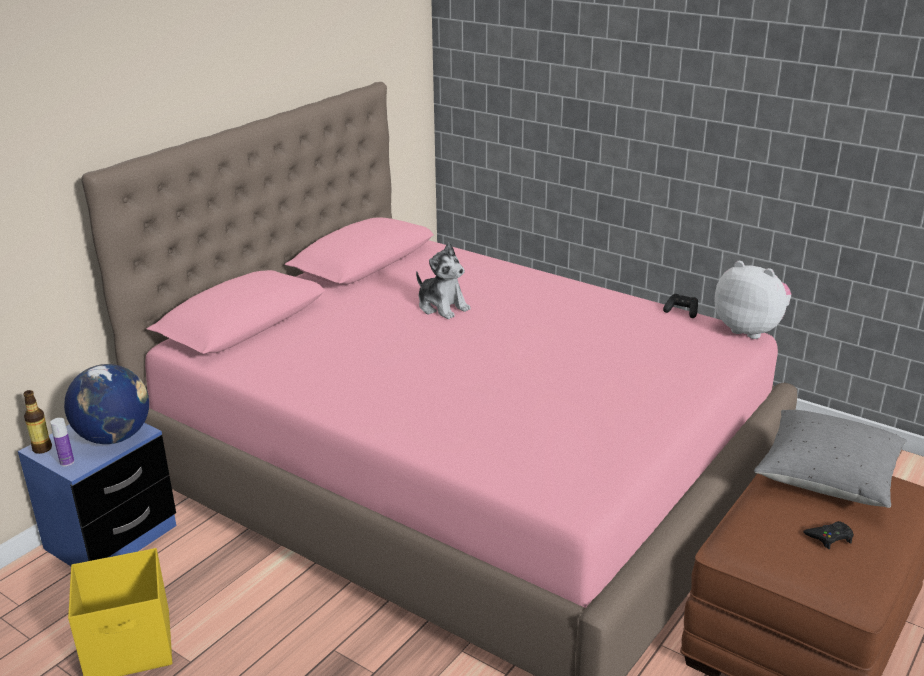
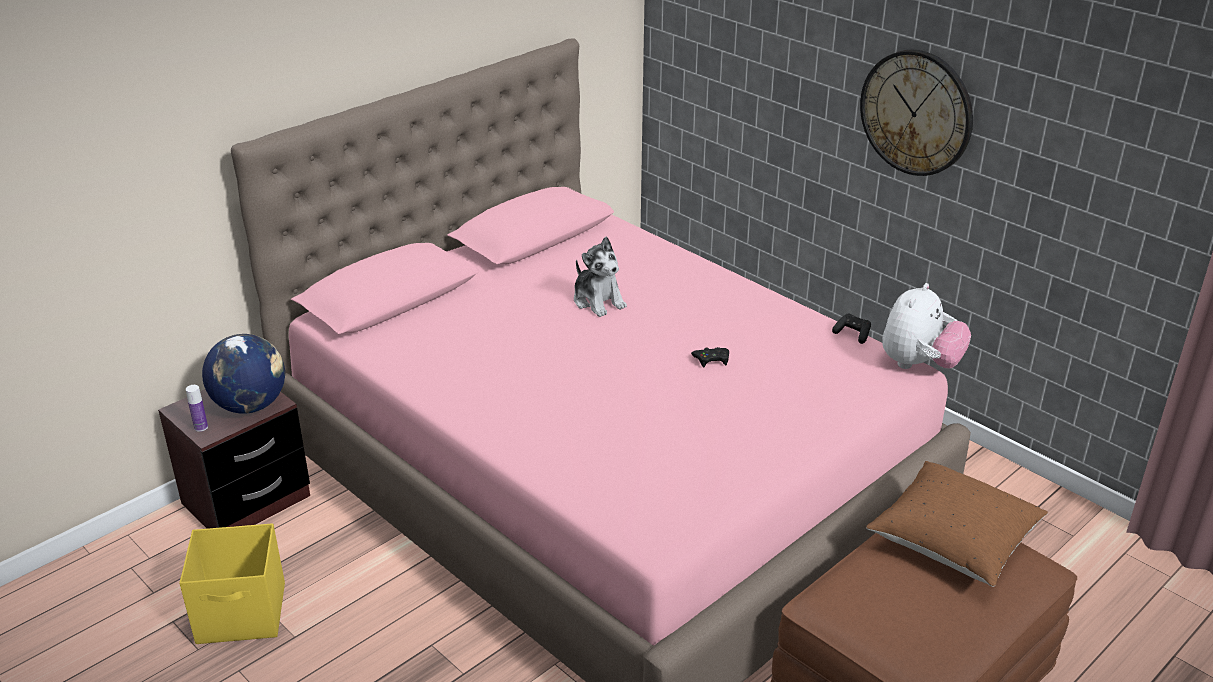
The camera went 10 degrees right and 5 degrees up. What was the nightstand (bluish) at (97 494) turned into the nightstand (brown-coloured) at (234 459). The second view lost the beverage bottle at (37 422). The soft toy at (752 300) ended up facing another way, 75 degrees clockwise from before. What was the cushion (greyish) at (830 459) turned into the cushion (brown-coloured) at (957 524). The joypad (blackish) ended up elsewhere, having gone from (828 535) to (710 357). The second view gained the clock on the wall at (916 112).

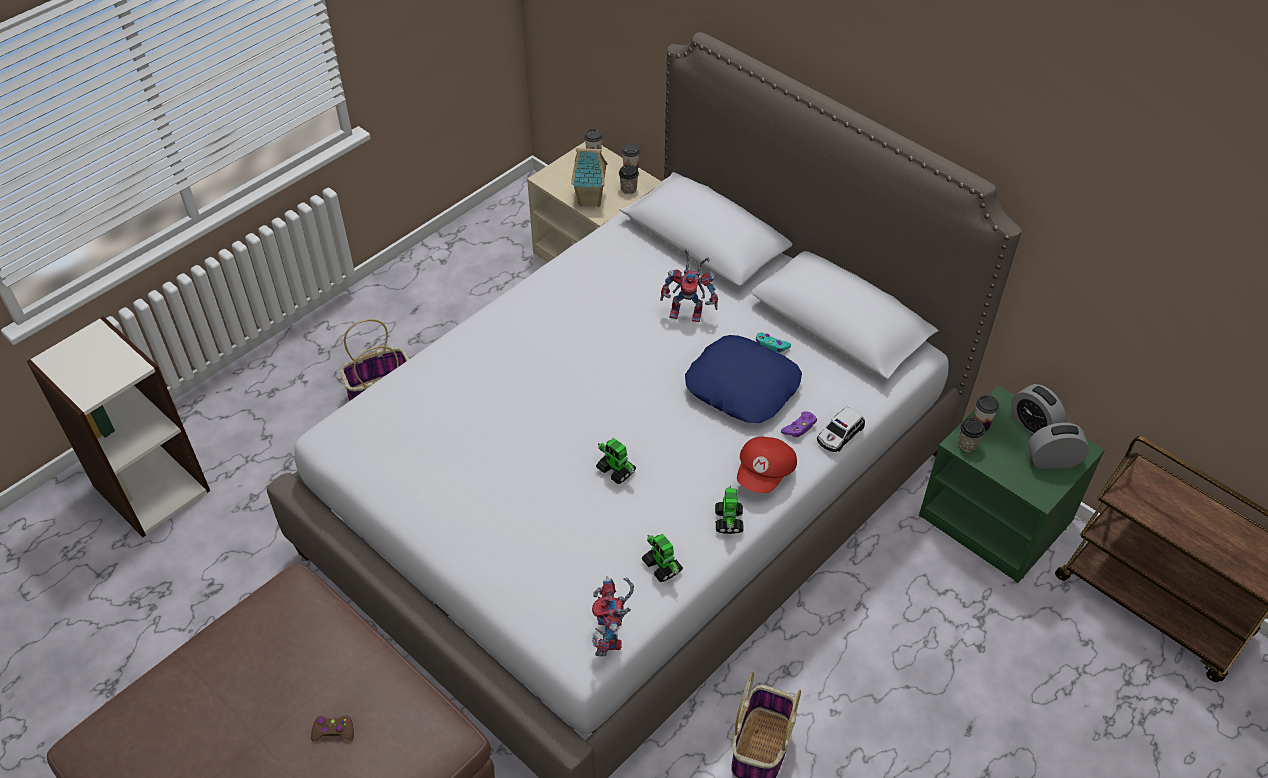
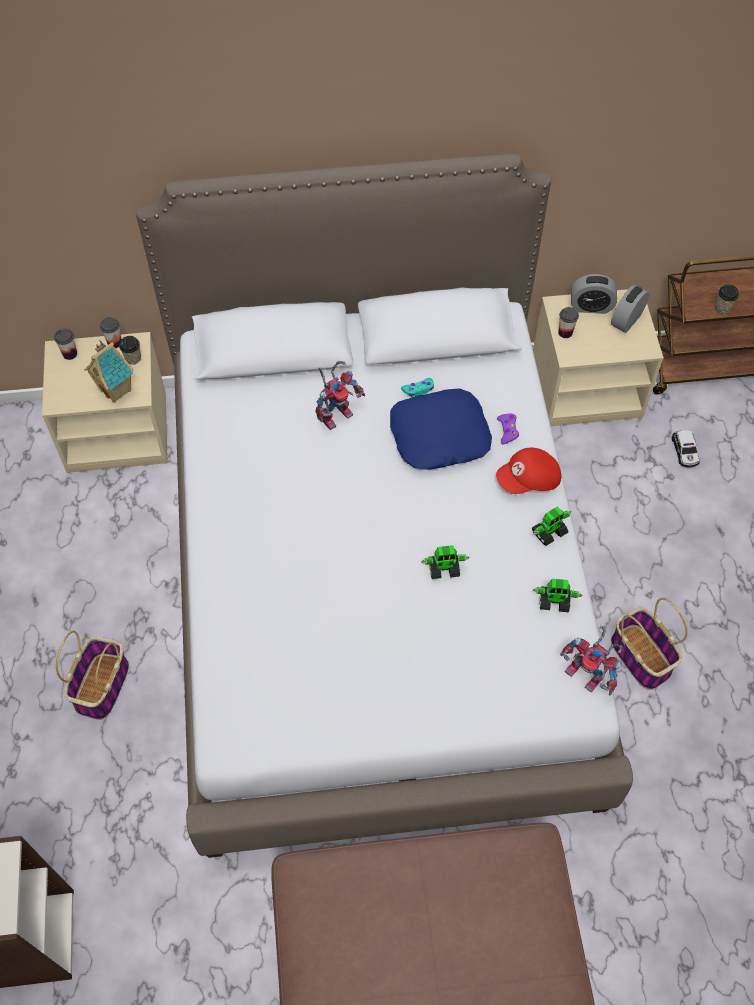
The camera went 50 degrees left and 10 degrees up. The second view lost the joypad (brown-coloured) at (332 729). The robot figure at (729 510) ended up facing another way, 105 degrees clockwise from before. The cap (reddish) at (767 465) ended up facing another way, 90 degrees clockwise from before. The miniature car ended up elsewhere, having gone from (841 429) to (686 448). What was the nightstand (green) at (1012 484) turned into the nightstand (beige) at (598 357). The cup ended up elsewhere, having gone from (971 435) to (727 299).

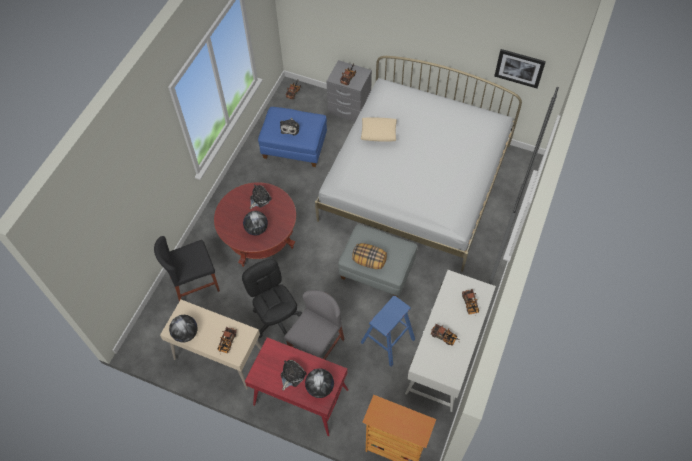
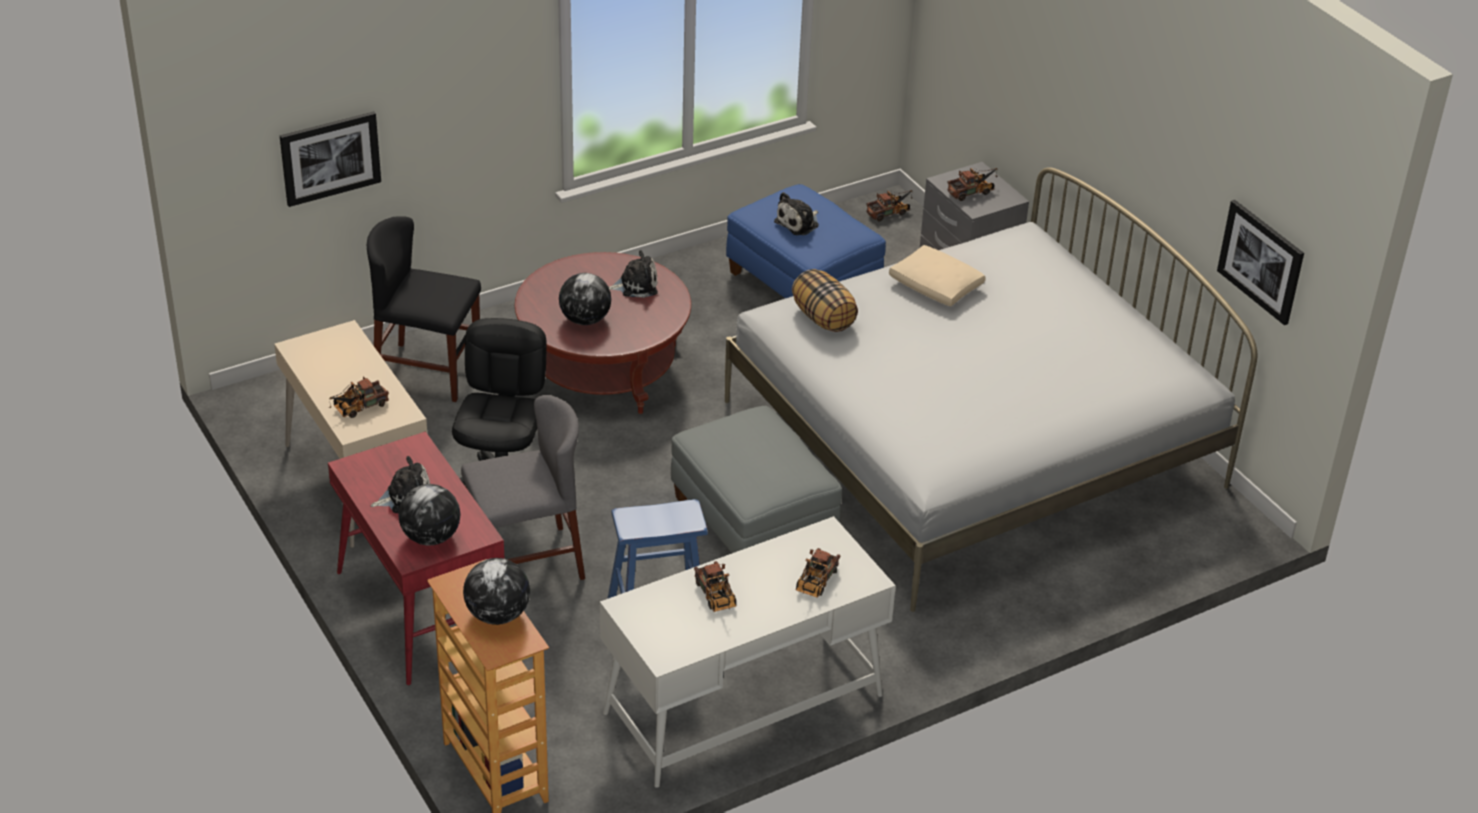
The camera went 35 degrees right and 20 degrees down. The desk globe ended up elsewhere, having gone from (183 329) to (496 591). The cushion ended up elsewhere, having gone from (369 256) to (825 300). The second view gained the wall art at (330 159).

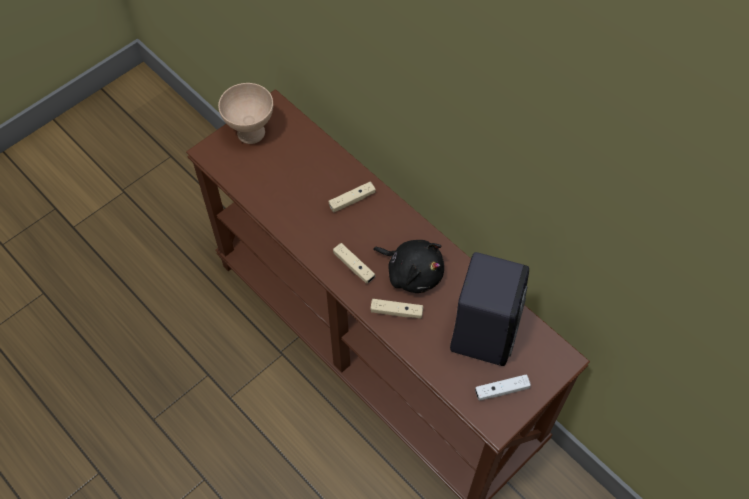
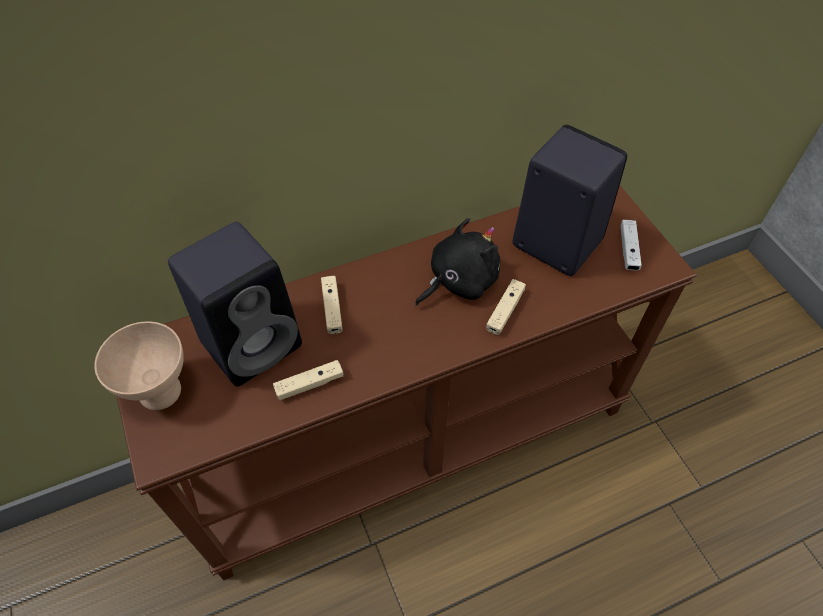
The camera went 70 degrees left and 5 degrees down. The joypad (beige) ended up elsewhere, having gone from (354 263) to (308 380). The second view gained the speaker (blackish) at (235 304).

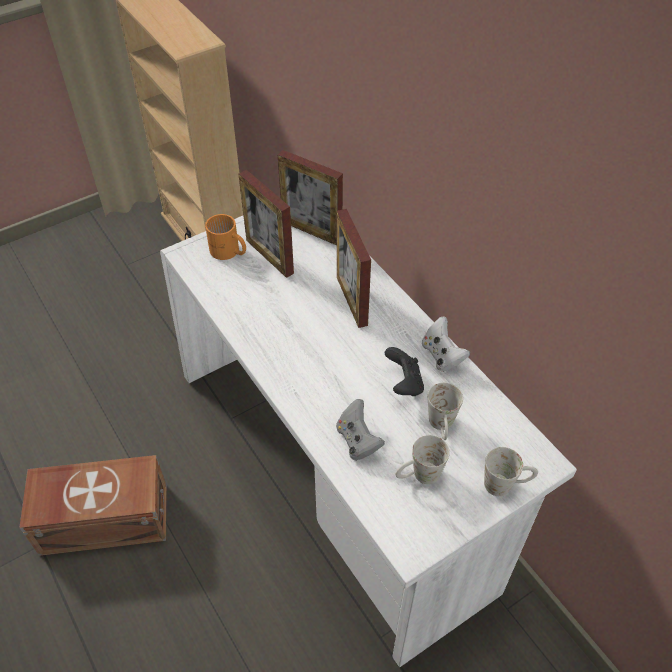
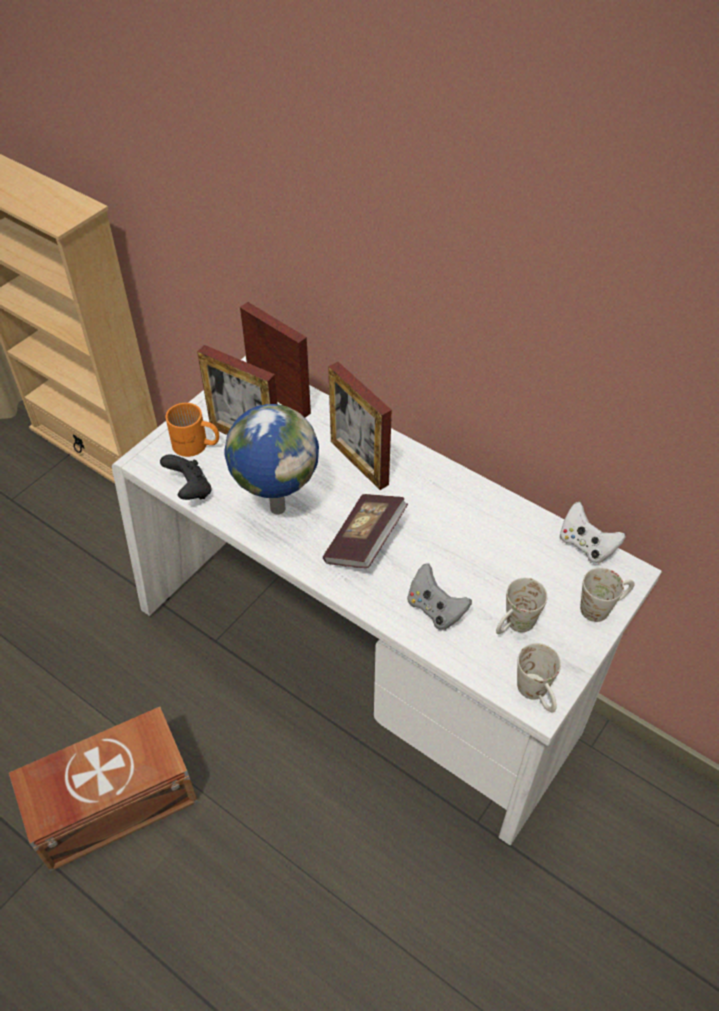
The camera went 20 degrees left and 0 degrees up. The photo frame at (310 197) ended up facing another way, 150 degrees counterclockwise from before. The joypad (blackish) ended up elsewhere, having gone from (404 371) to (186 477). The joypad (whitish) ended up elsewhere, having gone from (446 344) to (593 533). The mug (whitish) ended up elsewhere, having gone from (445 411) to (539 677). The second view gained the desk globe at (271 459). The second view gained the volume at (365 531).

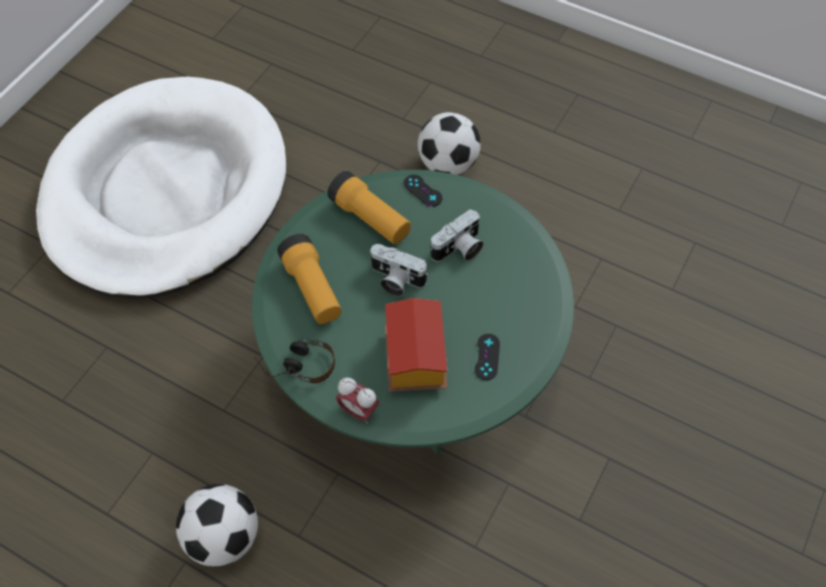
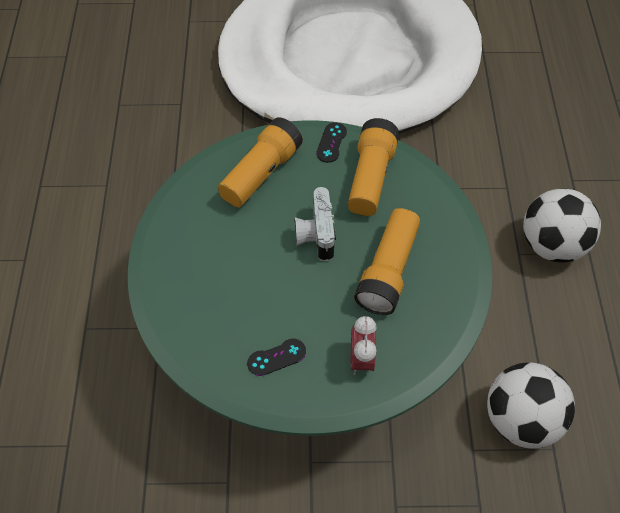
The camera went 60 degrees right and 0 degrees up. The football ball ended up elsewhere, having gone from (217 525) to (531 405). The second view lost the pair of headphones at (294 361). The table clock ended up elsewhere, having gone from (357 400) to (363 345). The second view lost the model house at (416 345). The joypad (blackish) ended up elsewhere, having gone from (423 191) to (331 142). Where the still camera stood at (457 235), the torch came to stand at (387 261).

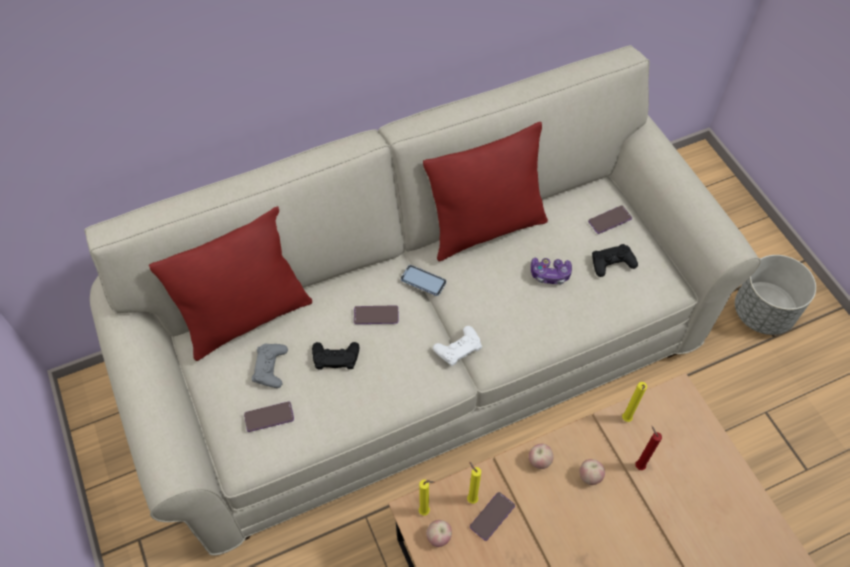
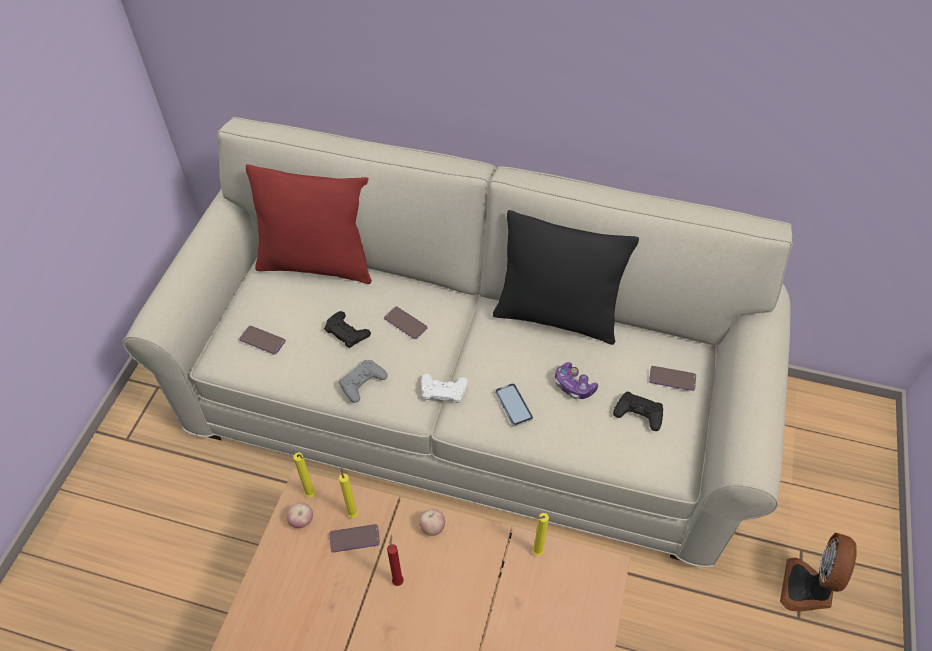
The camera went 40 degrees right and 5 degrees down. The joypad (greyish) ended up elsewhere, having gone from (270 366) to (363 381). The telephone ended up elsewhere, having gone from (424 280) to (514 404). What was the cushion (reddish) at (485 192) turned into the cushion (blackish) at (566 277). The second view lost the whole apple at (592 472). The candle (reddish) ended up elsewhere, having gone from (648 448) to (395 560). Where the flower pot (greyish) stood at (775 295), the cooling fan came to stand at (818 572).

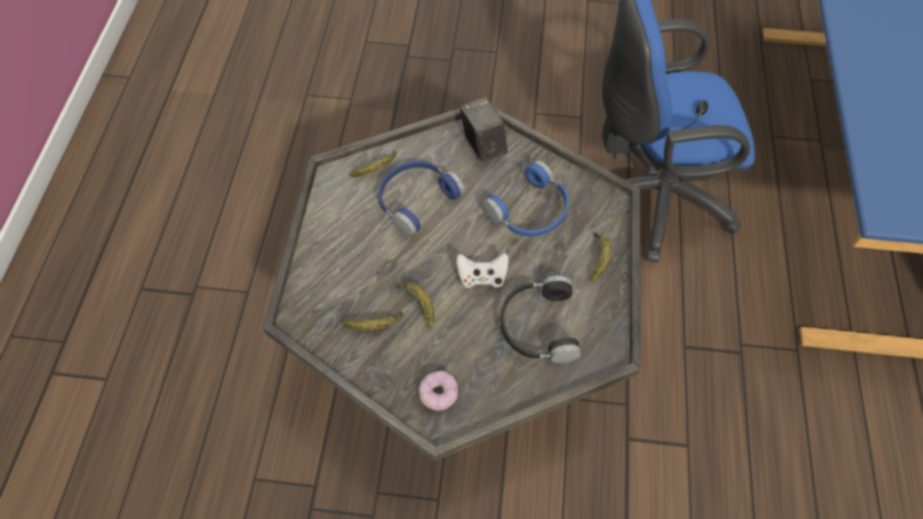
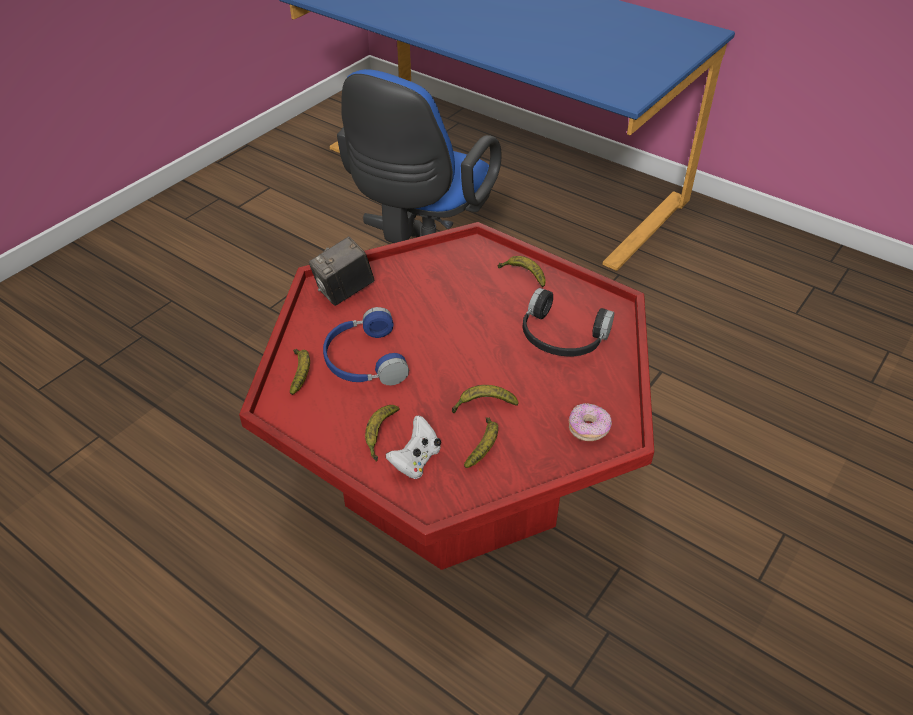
The camera went 60 degrees left and 15 degrees down. What was the low table (greyish) at (452 284) turned into the low table (reddish) at (446 396). The joypad (whitish) ended up elsewhere, having gone from (482 270) to (413 447). The still camera at (484 129) ended up facing another way, 45 degrees counterclockwise from before. The second view lost the pair of headphones (bluish) at (525 198). The second view gained the banana fruit at (382 433).

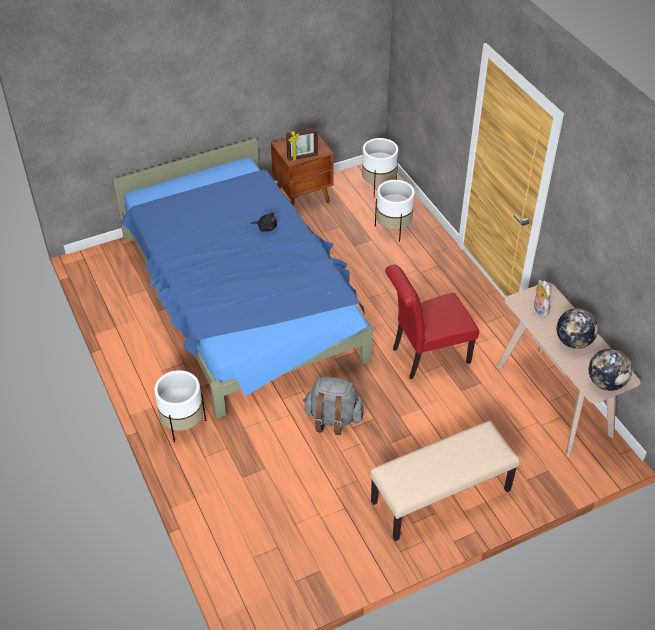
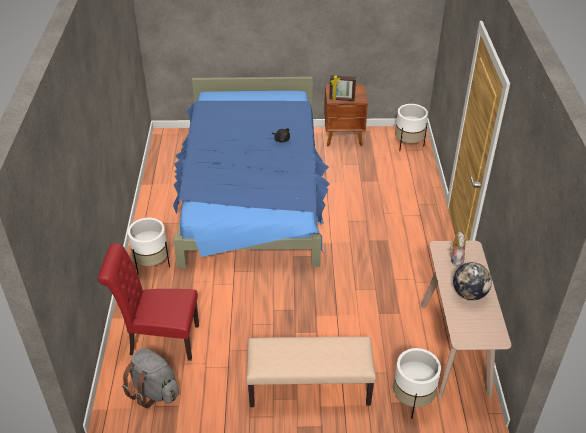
The camera went 25 degrees right and 5 degrees down. The backpack (greyish) ended up elsewhere, having gone from (333 406) to (150 378). The flower pot (whitish) ended up elsewhere, having gone from (395 211) to (417 383). The plain chair (reddish) ended up elsewhere, having gone from (432 322) to (148 302). The second view lost the desk globe at (610 370).

